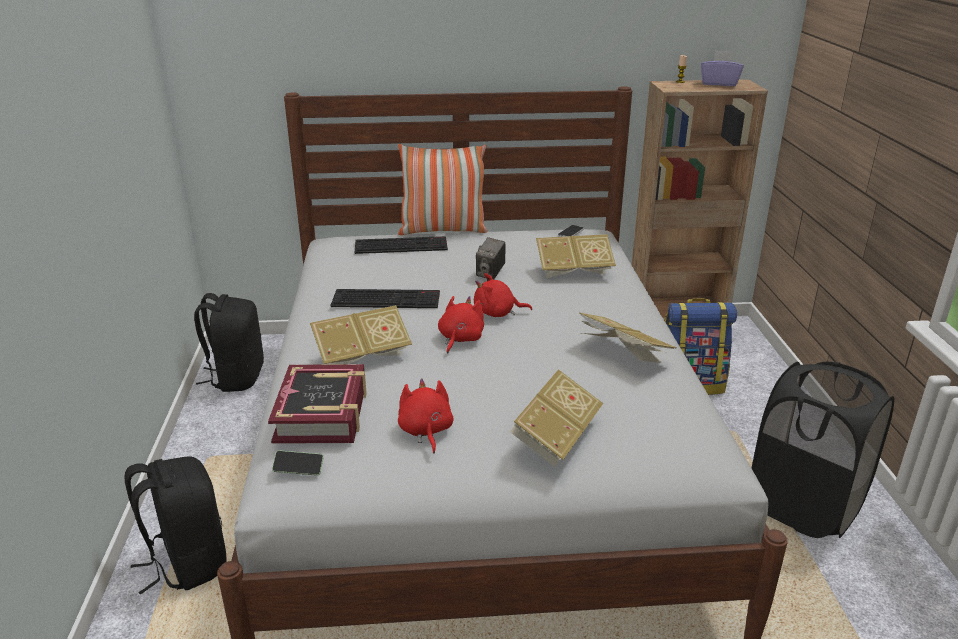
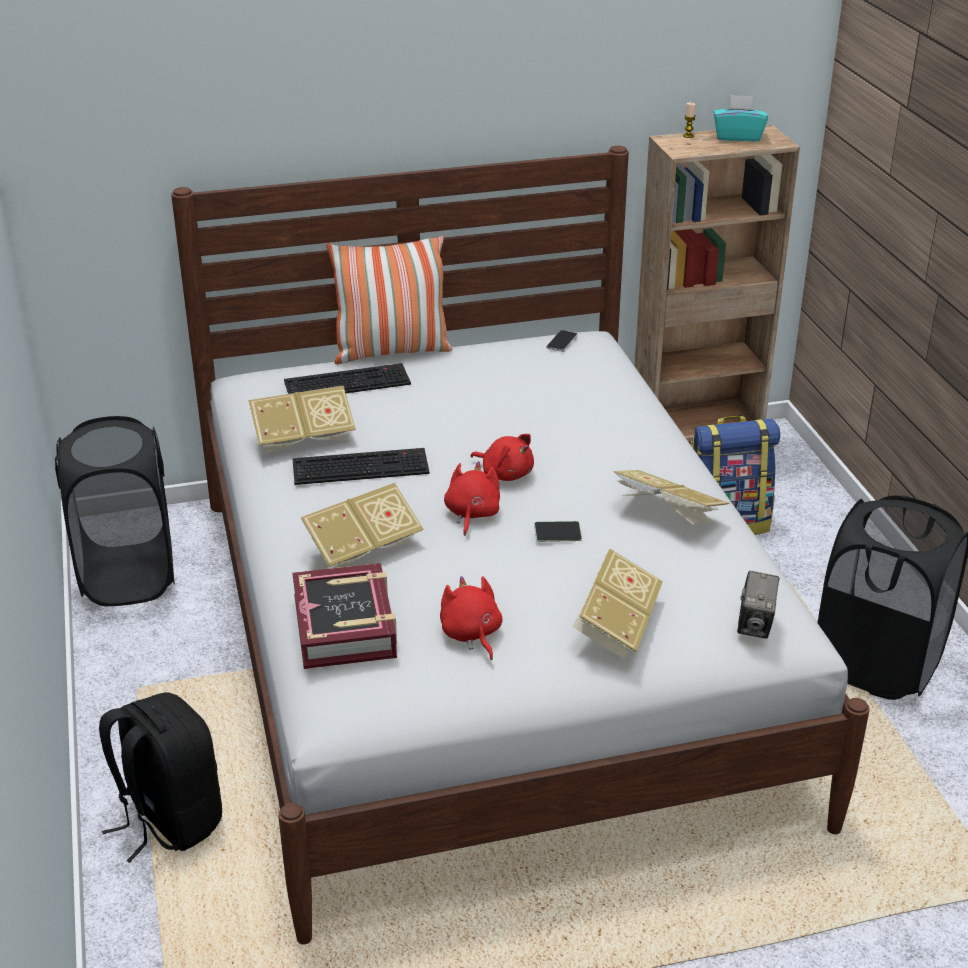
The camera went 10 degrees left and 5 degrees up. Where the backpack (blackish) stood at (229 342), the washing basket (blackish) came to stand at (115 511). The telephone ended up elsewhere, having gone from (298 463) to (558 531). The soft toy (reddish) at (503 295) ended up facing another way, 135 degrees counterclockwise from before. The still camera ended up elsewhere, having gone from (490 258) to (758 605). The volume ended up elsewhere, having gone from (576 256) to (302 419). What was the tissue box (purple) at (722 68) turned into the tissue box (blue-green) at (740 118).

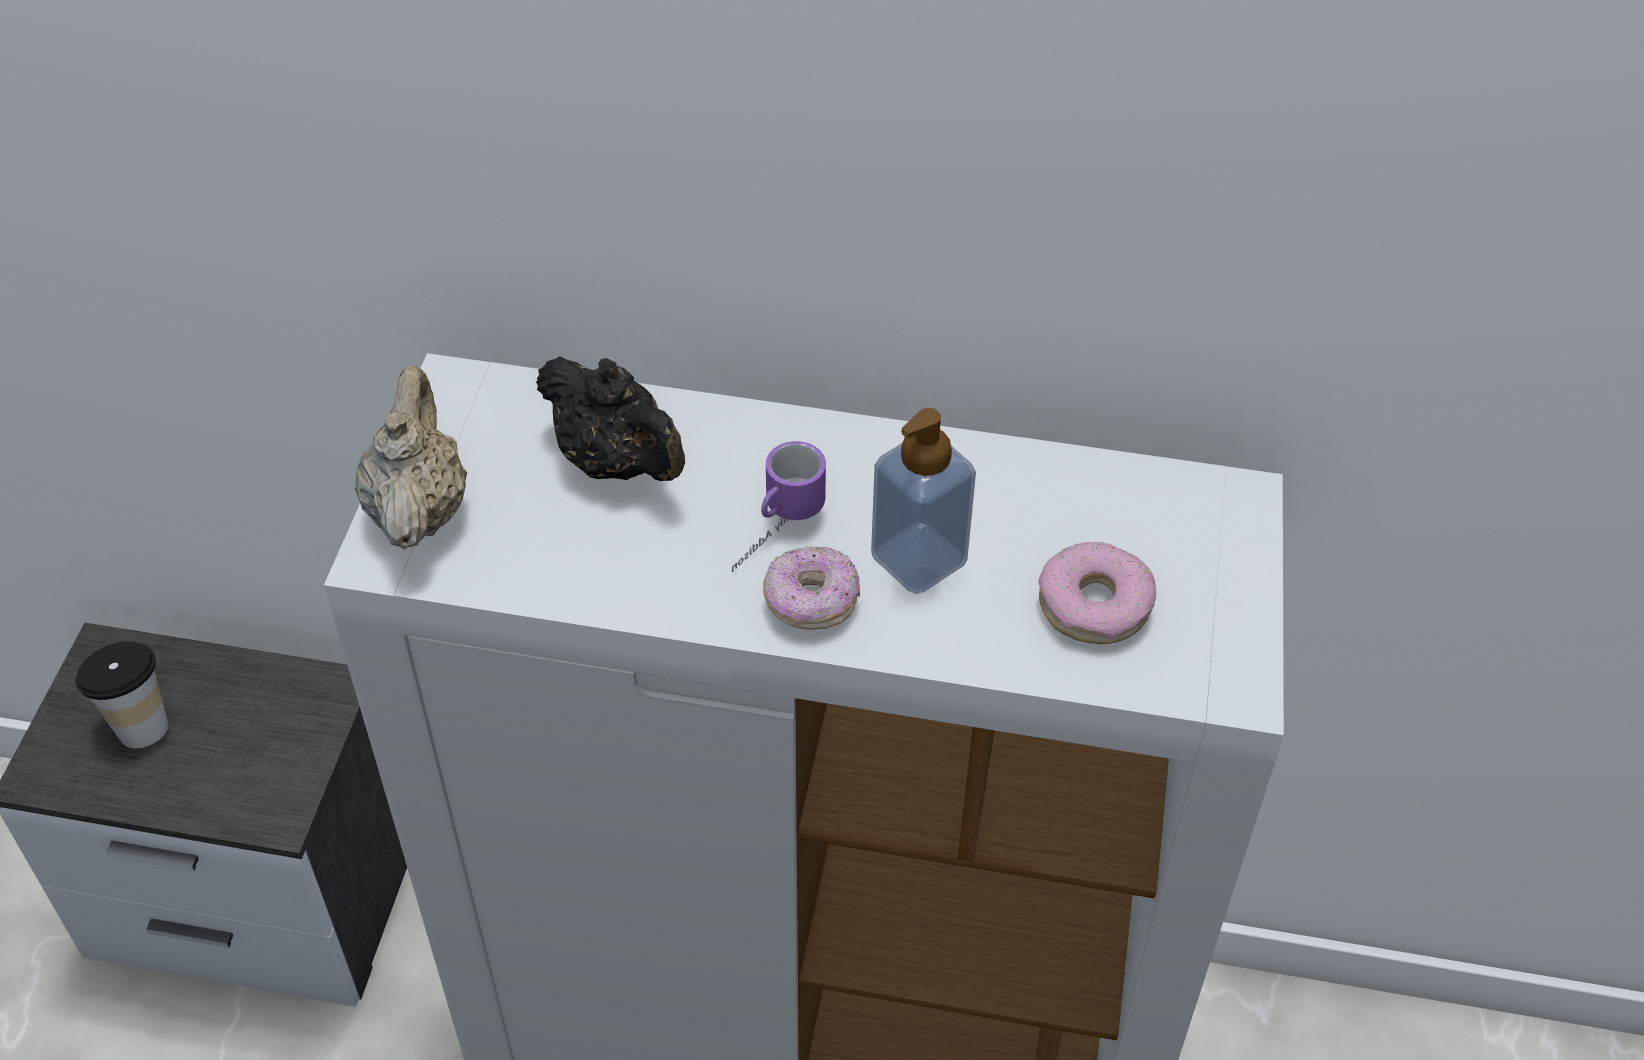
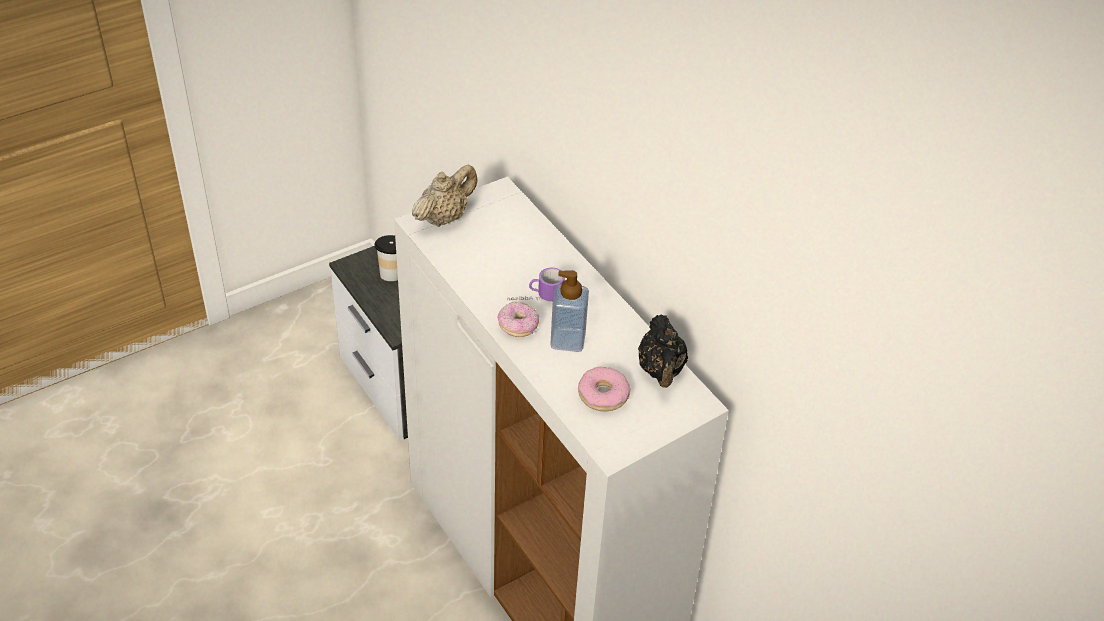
The camera went 45 degrees right and 5 degrees down. The teapot (blackish) ended up elsewhere, having gone from (610 418) to (663 351).

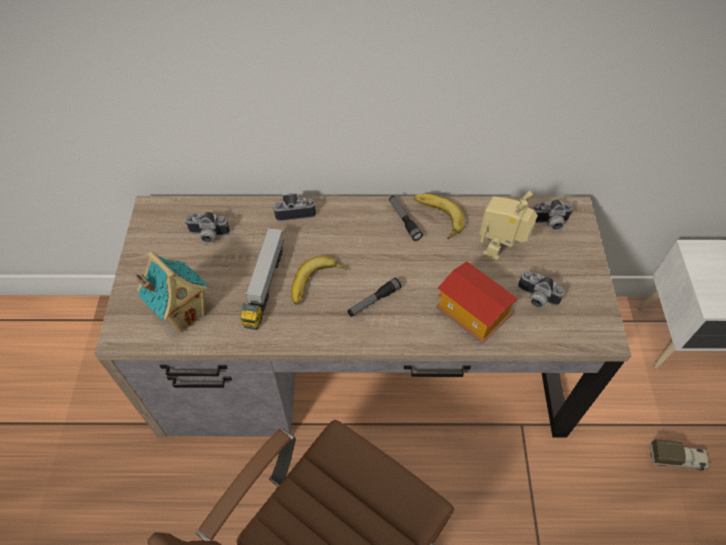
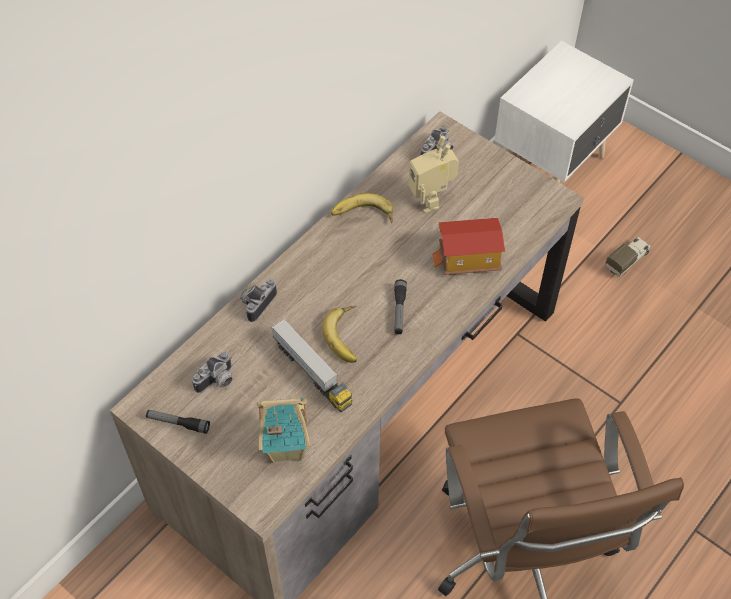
The camera went 50 degrees left and 0 degrees up. The torch ended up elsewhere, having gone from (406 218) to (178 422). The second view lost the still camera at (541 289).

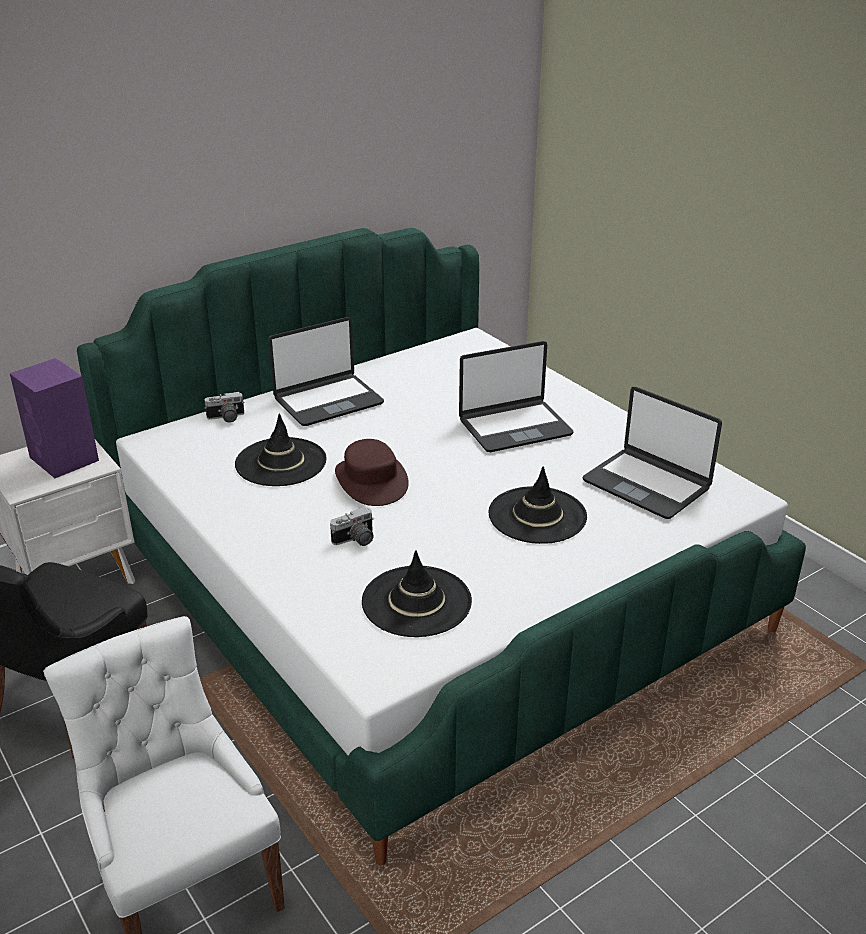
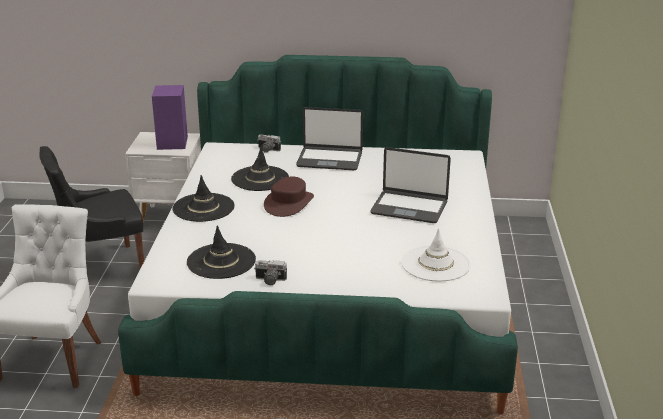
The camera went 40 degrees right and 5 degrees down. The still camera ended up elsewhere, having gone from (352 526) to (271 272). The clothing hat (blackish) ended up elsewhere, having gone from (537 505) to (204 198). Where the portable computer stood at (652 453), the clothing hat (whitish) came to stand at (436 254).

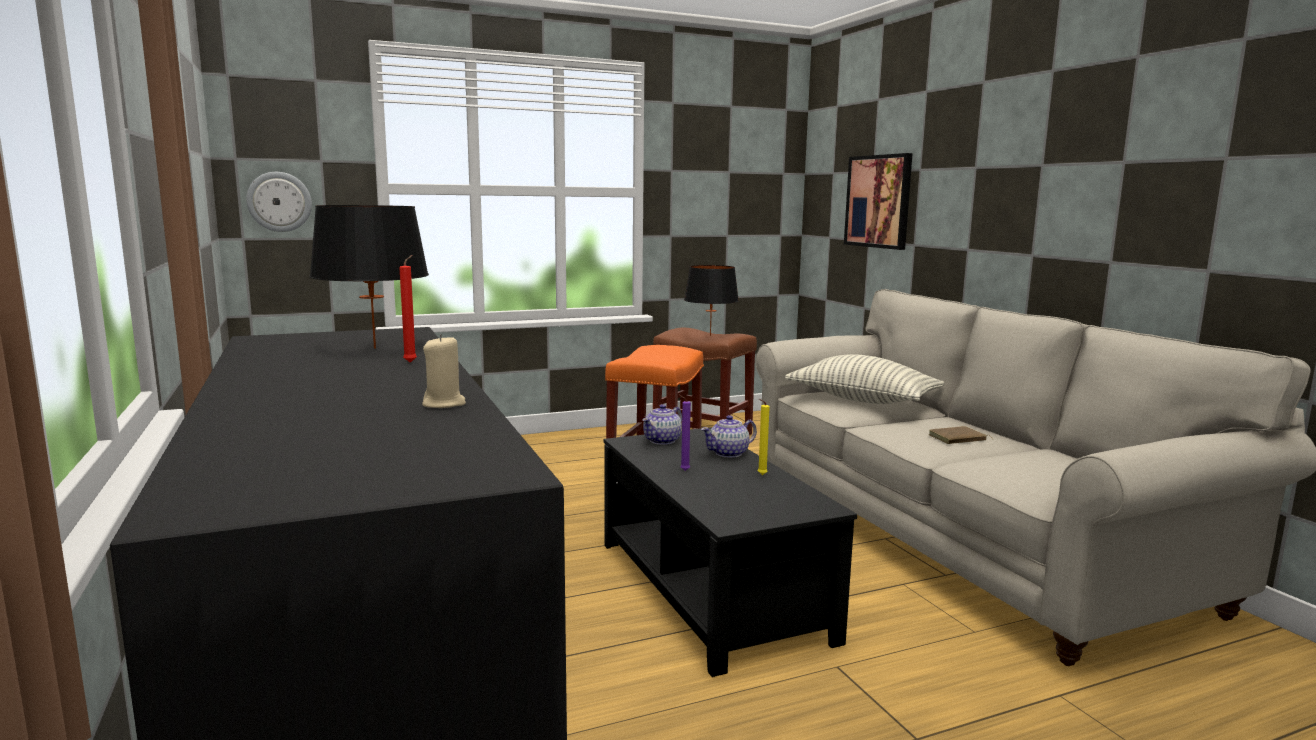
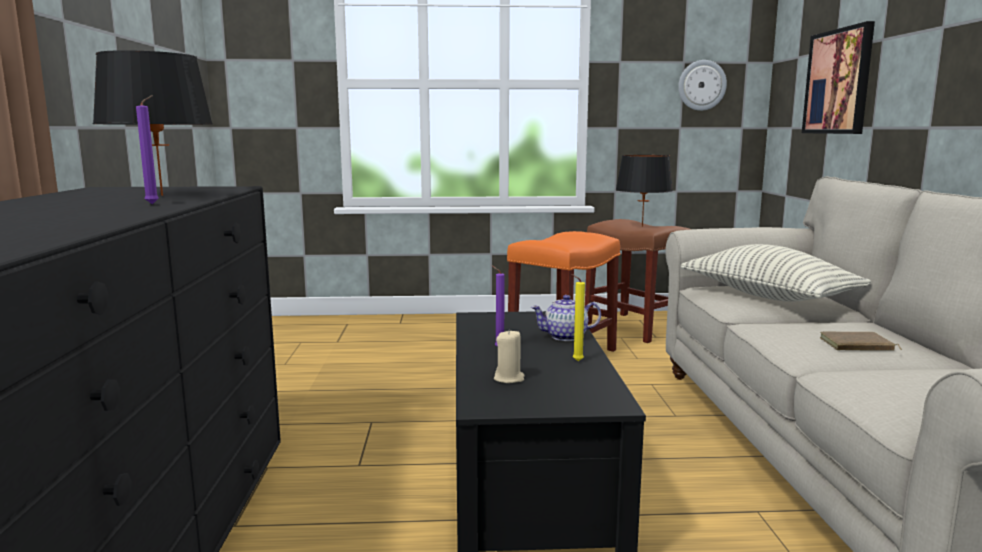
The camera went 20 degrees right and 0 degrees up. The clock on the wall ended up elsewhere, having gone from (279 202) to (702 85). What was the candle (reddish) at (408 309) turned into the candle (purple) at (147 149). The candle (beige) ended up elsewhere, having gone from (444 371) to (509 356). The second view lost the teapot at (662 424).

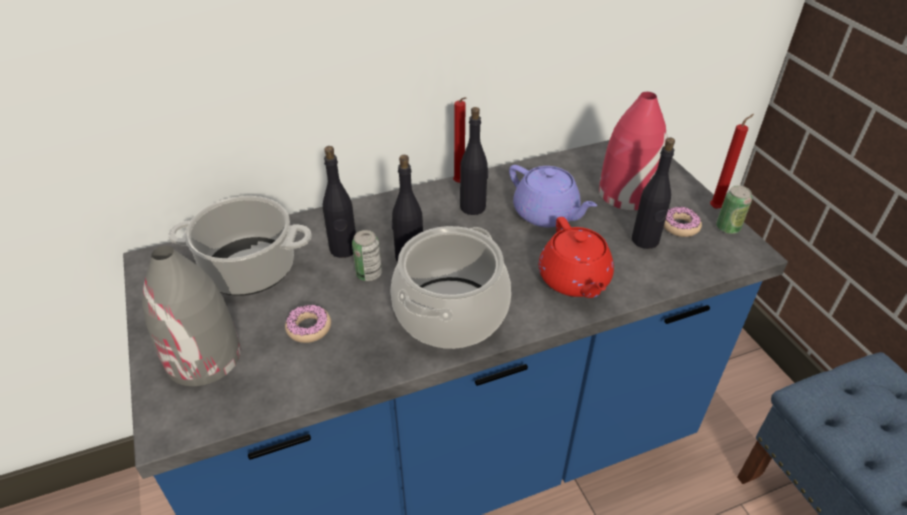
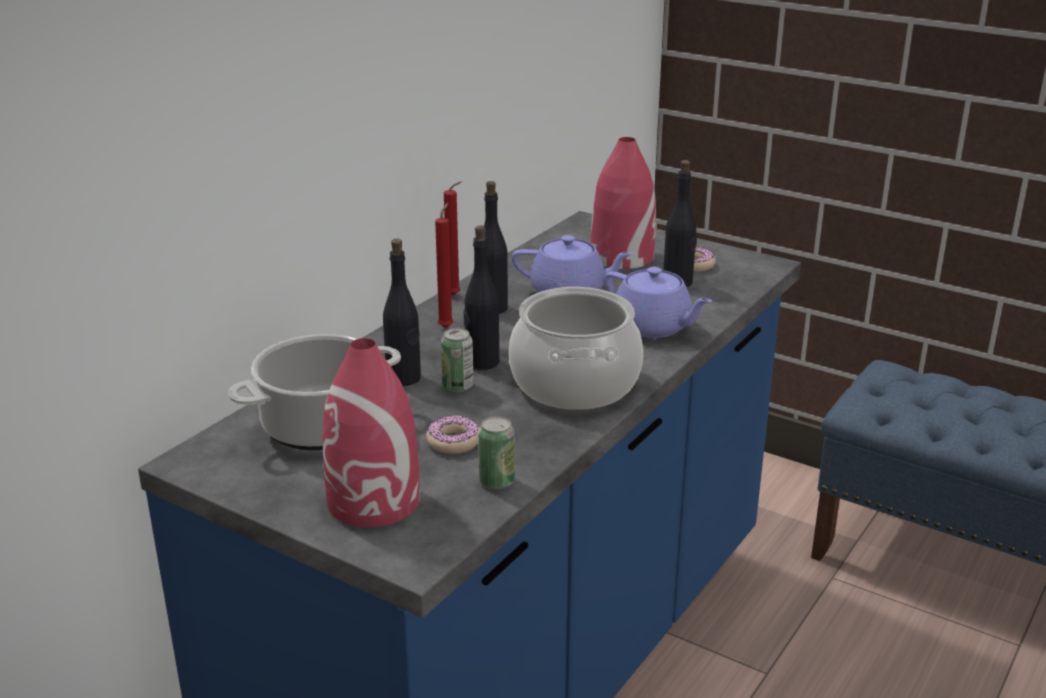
The camera went 35 degrees left and 15 degrees down. What was the vase (greyish) at (191 316) turned into the vase (reddish) at (371 432). What was the teapot (reddish) at (576 257) turned into the teapot (purple) at (658 302). The candle (reddish) ended up elsewhere, having gone from (732 161) to (444 265). The sealed can ended up elsewhere, having gone from (734 210) to (496 452).

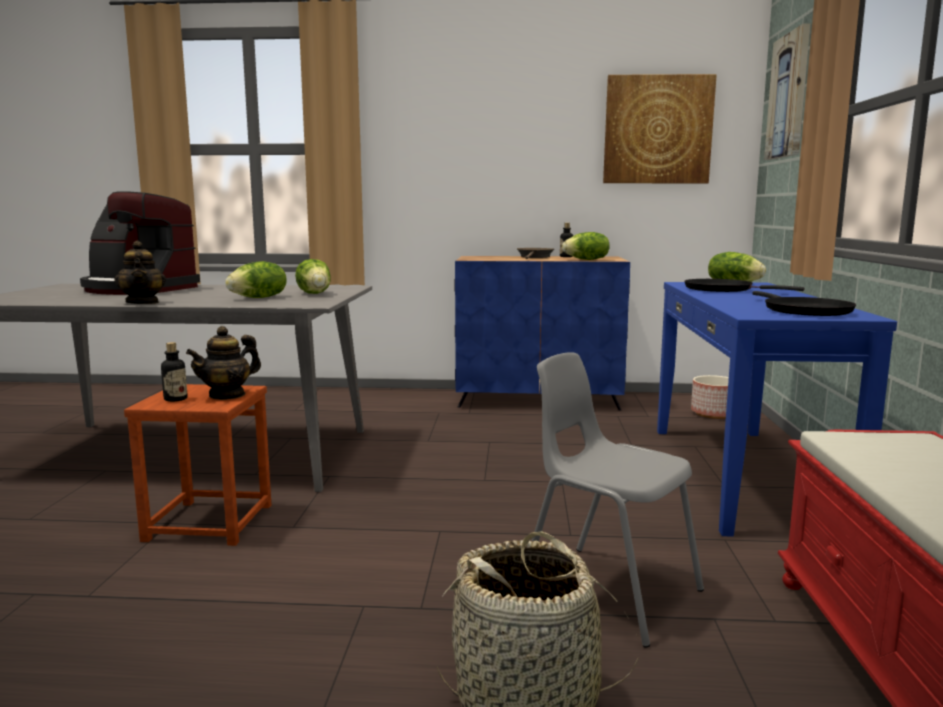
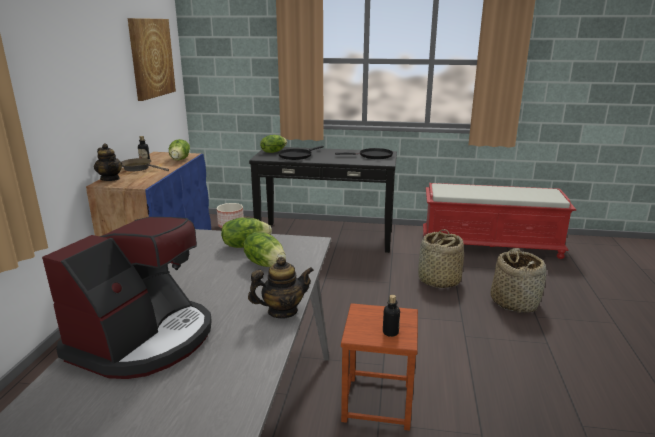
The camera went 85 degrees left and 10 degrees up. The teapot ended up elsewhere, having gone from (223 363) to (108 162). Where the plain chair (greyish) stood at (618 500), the household basket came to stand at (441 258). What was the narrow table (bluish) at (777 409) turned into the narrow table (blackish) at (323 200). The second view lost the wall art at (787 91).

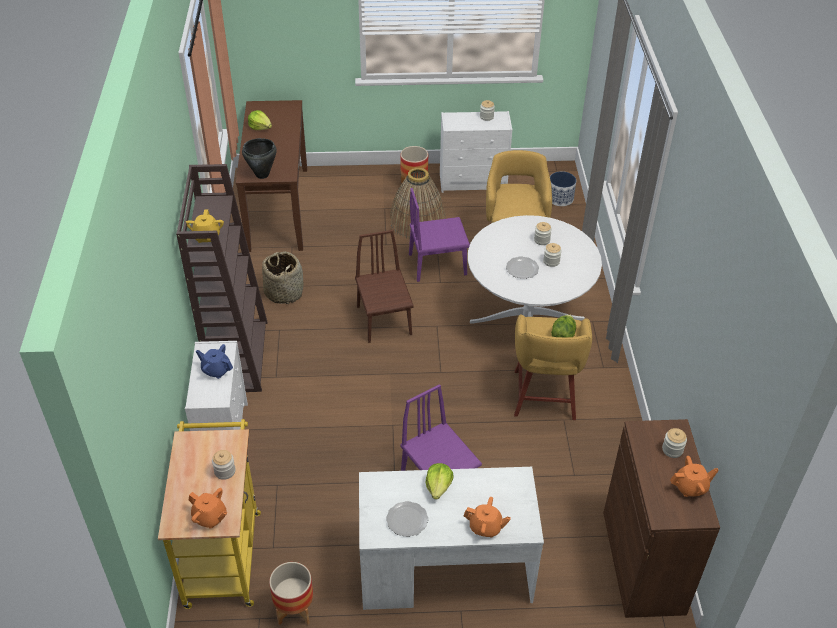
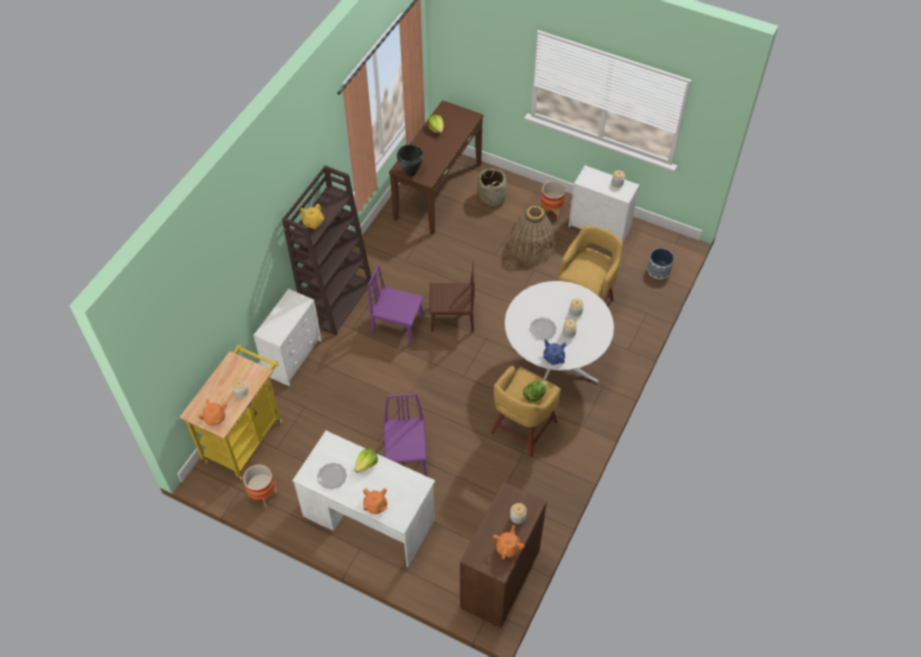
The camera went 30 degrees right and 10 degrees up. The teapot (bluish) ended up elsewhere, having gone from (214 361) to (554 352). The household basket ended up elsewhere, having gone from (282 277) to (492 188). The plain chair (brown-coloured) at (384 286) ended up facing another way, 75 degrees clockwise from before. The plain chair (purple) ended up elsewhere, having gone from (439 235) to (396 304). The teapot (orange) at (694 476) ended up facing another way, 90 degrees counterclockwise from before.

